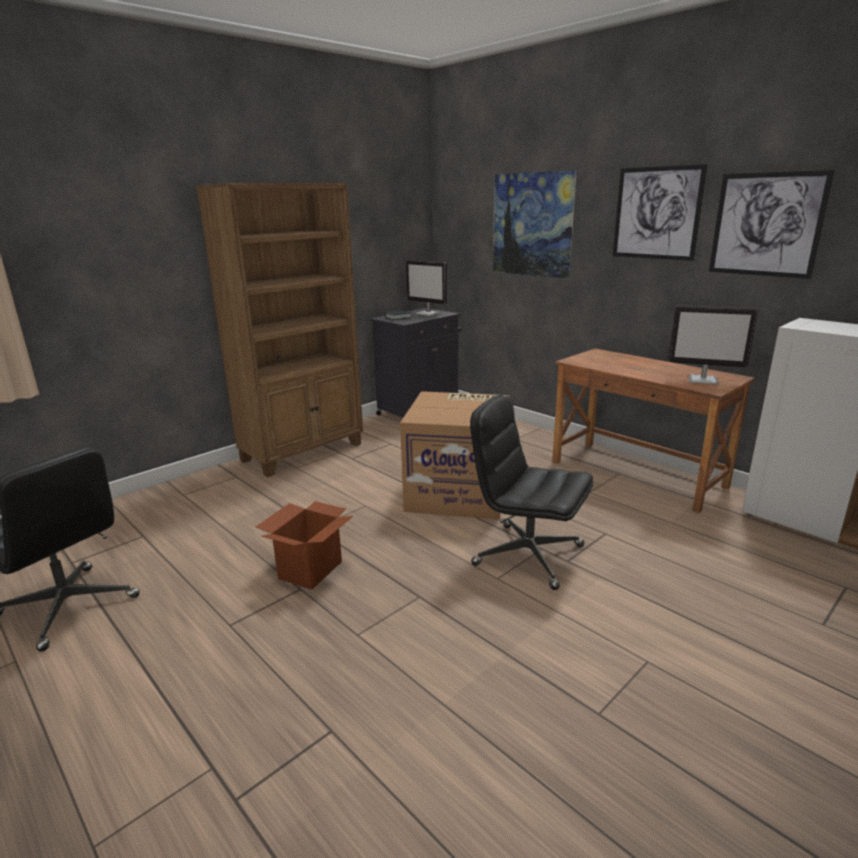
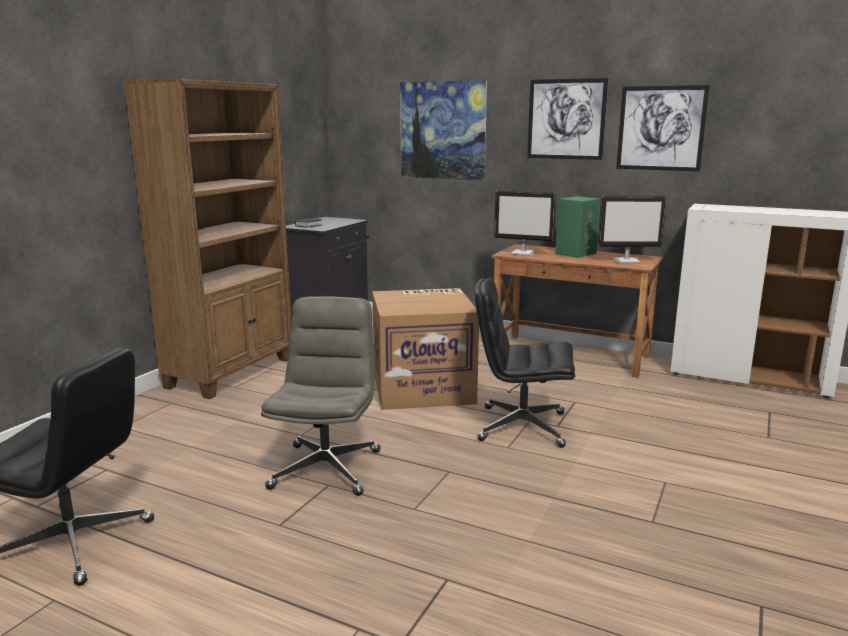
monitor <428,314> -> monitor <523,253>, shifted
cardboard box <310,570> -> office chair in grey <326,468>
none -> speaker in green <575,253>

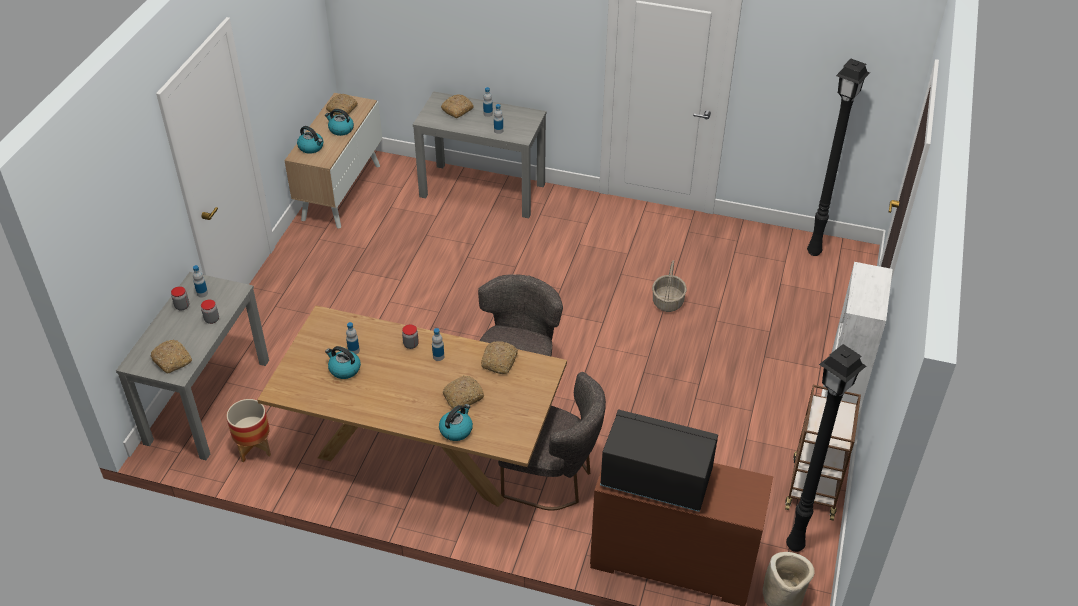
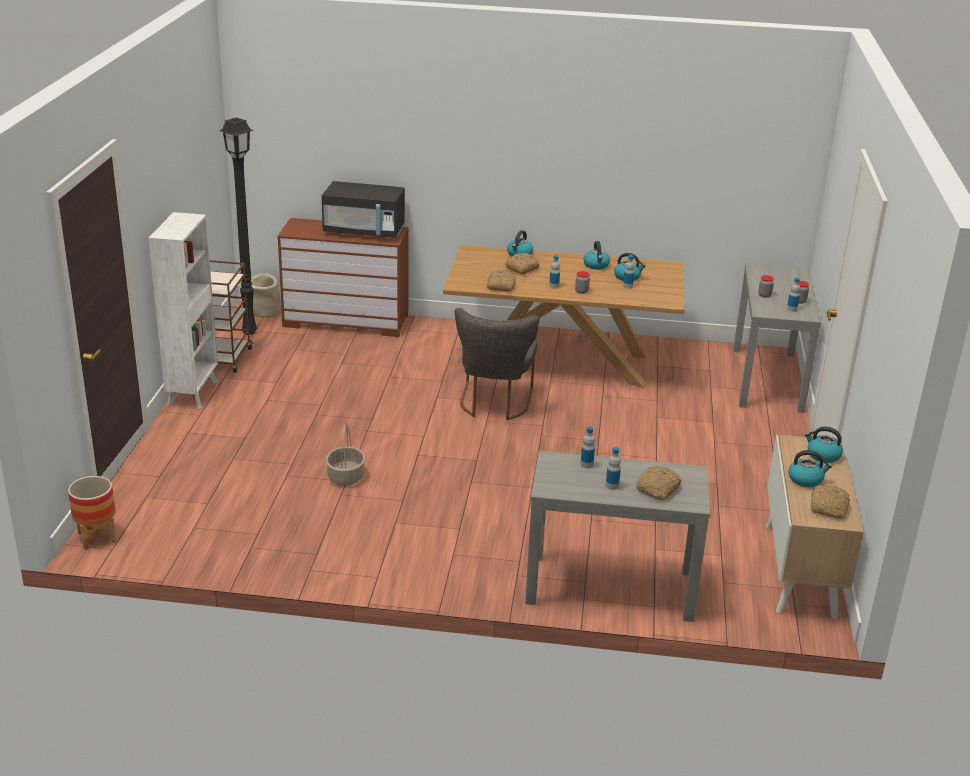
floor lamp in black <814,253> -> none
bread <172,360> -> none
chair in grey <553,479> -> none
planter <255,448> -> planter <97,537>, shifted
none -> kettle <596,265>

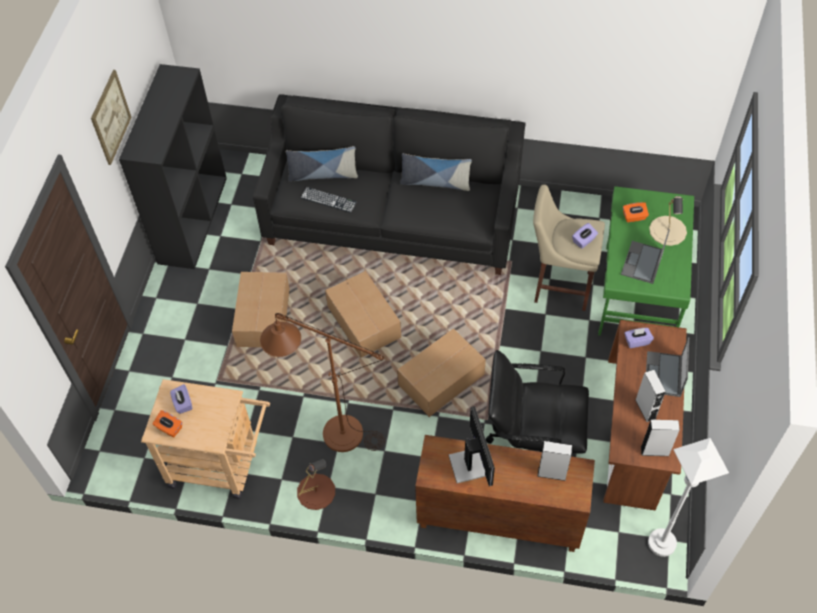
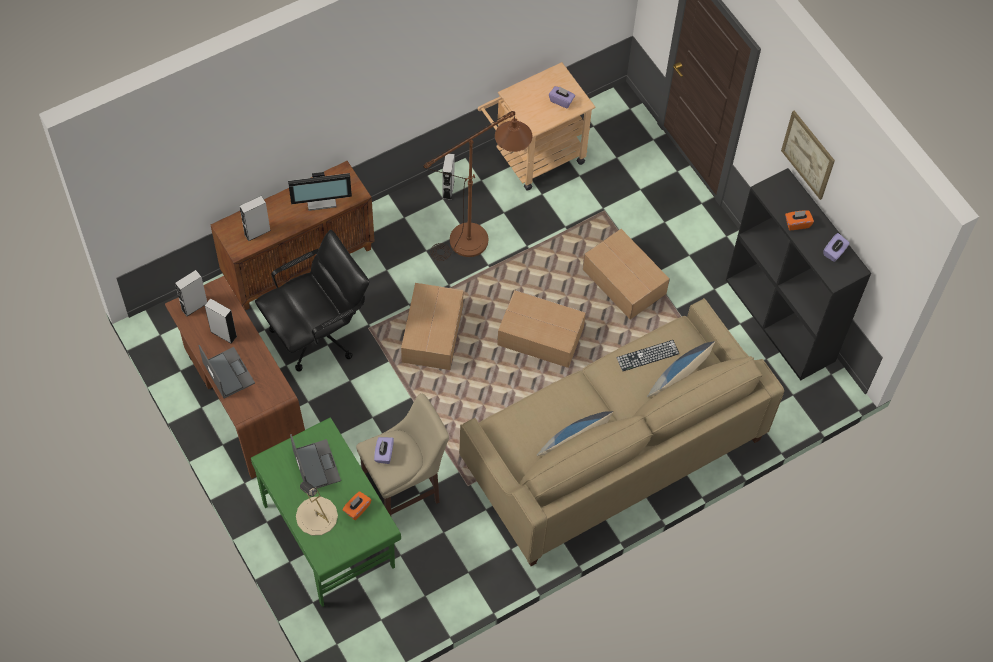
sofa in black <393,217> -> sofa in beige <613,452>
tissue box in purple <637,341> -> tissue box in purple <834,252>, shifted
monitor <469,464> -> monitor <321,198>, 45 degrees counterclockwise
tissue box in orange <169,428> -> tissue box in orange <797,224>, shifted
floor lamp in white <662,543> -> none
table lamp in brown <316,491> -> speaker in grey <448,189>

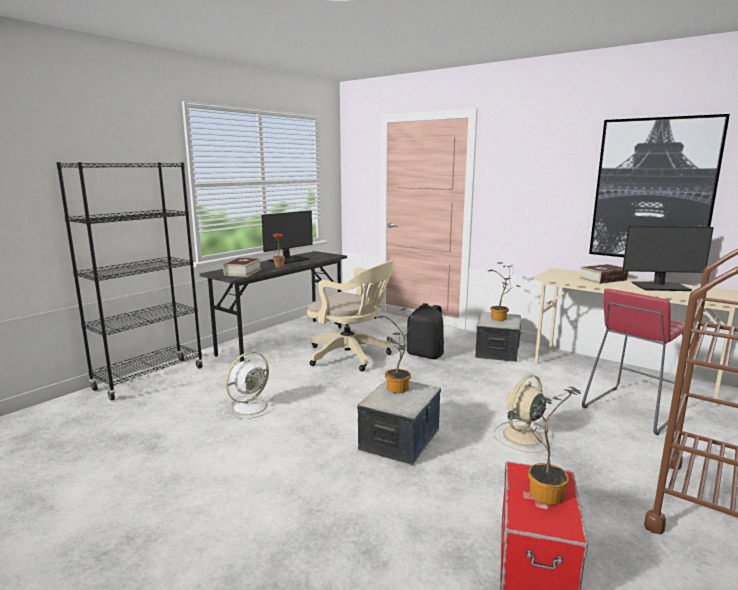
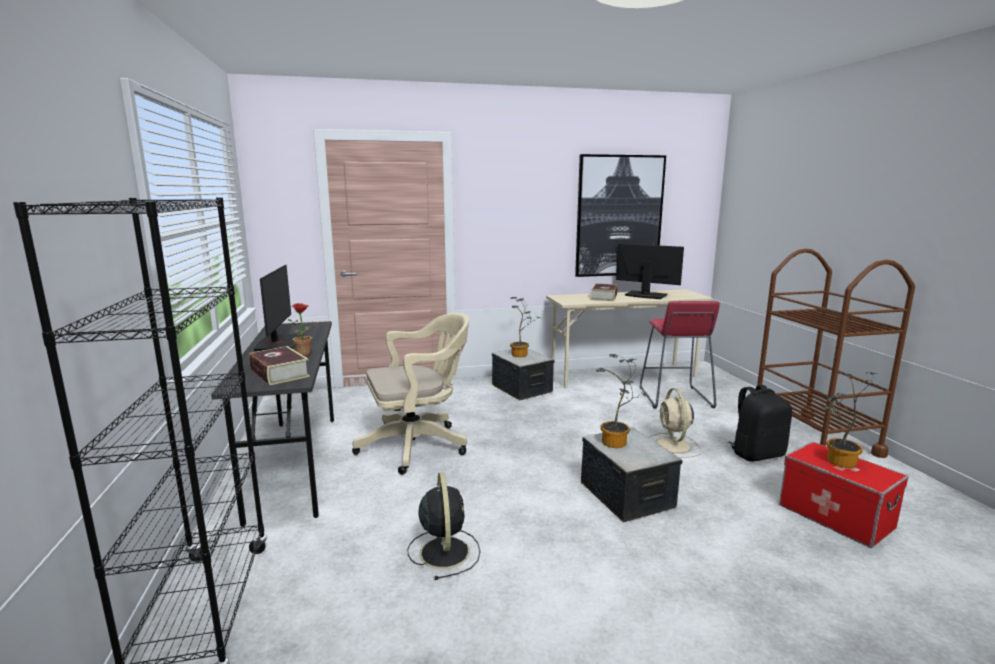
monitor <660,287> -> monitor <646,295>, 105 degrees counterclockwise
backpack in black <425,354> -> backpack in black <757,454>, shifted
fan in white <251,406> -> fan in black <444,551>

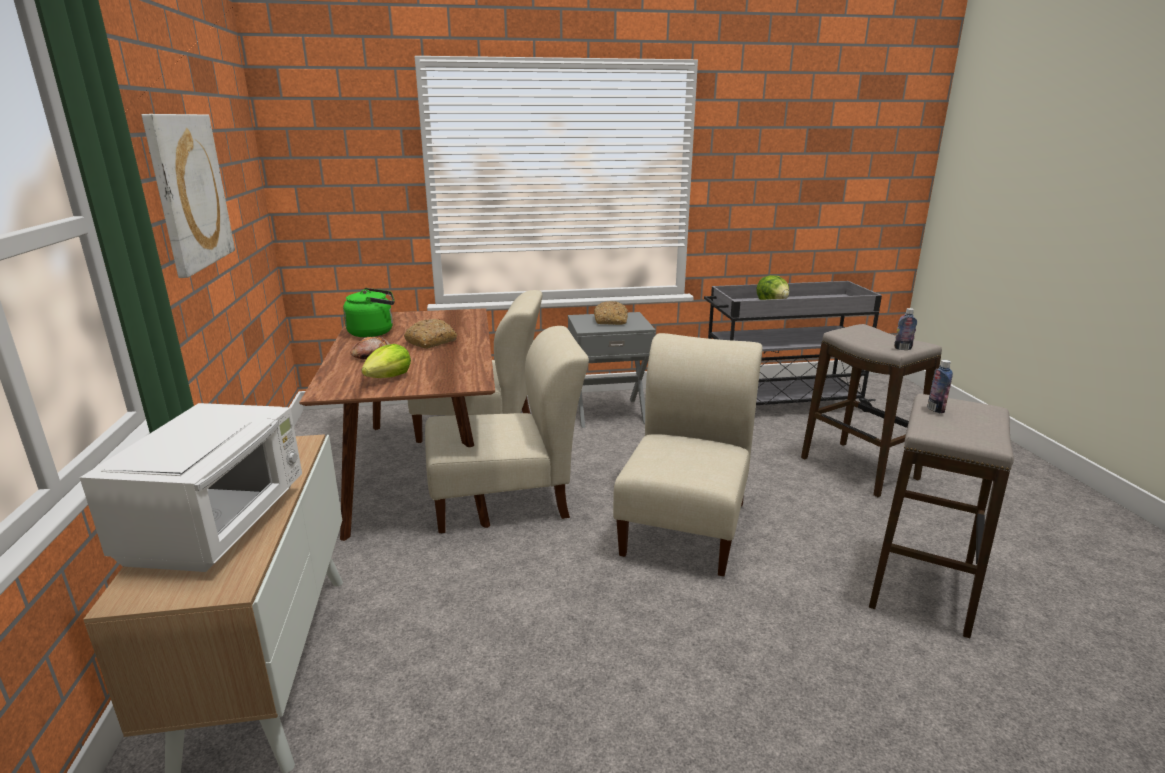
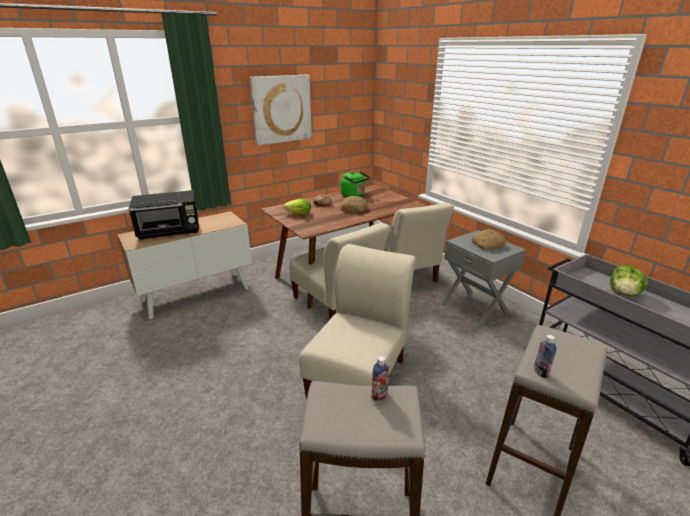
chair in beige <685,524> -> chair in beige <359,375>, 60 degrees counterclockwise
microwave in white <220,524> -> microwave in black <170,231>

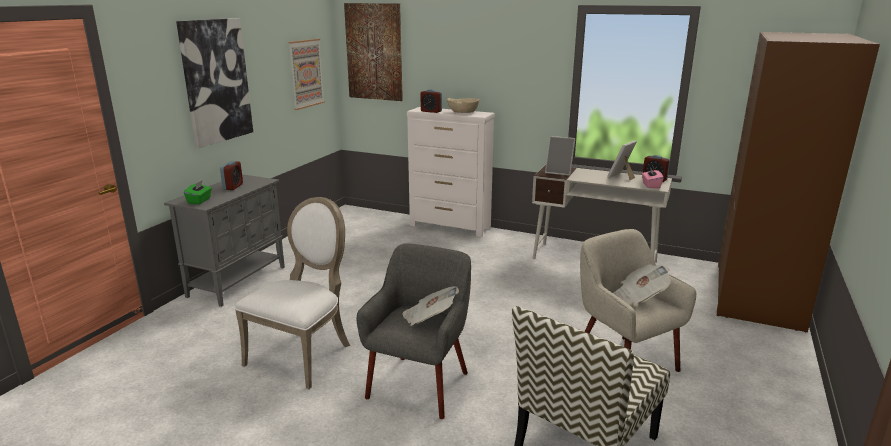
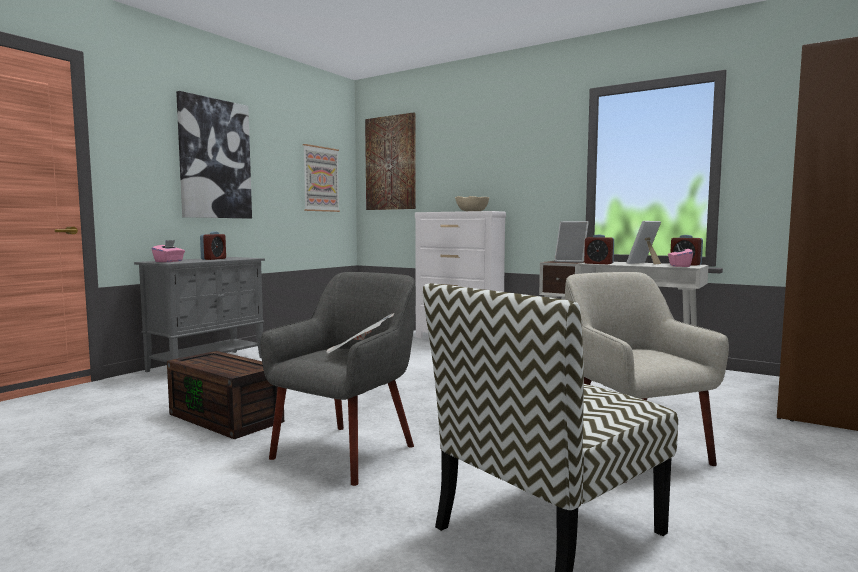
alarm clock <431,111> -> alarm clock <598,263>, shifted
tissue box in green <199,201> -> tissue box in pink <169,261>
chair in white <303,354> -> storage box in brown <228,418>
newspaper <639,297> -> none

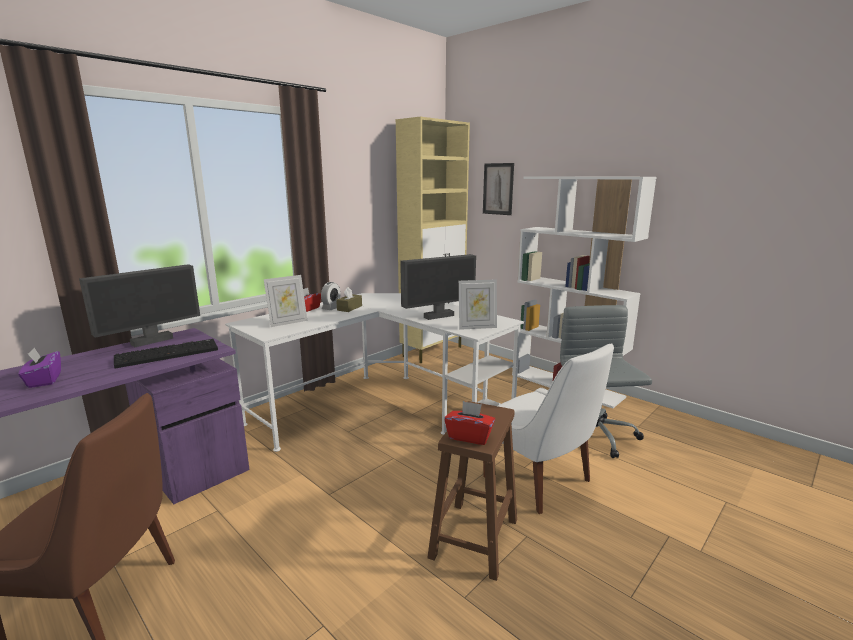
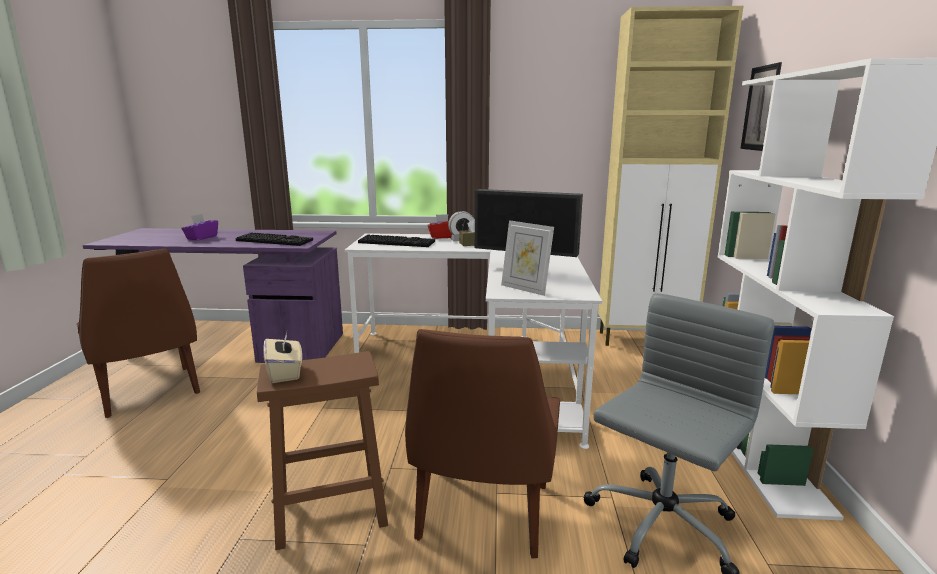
monitor <151,341> -> none
picture frame <288,322> -> keyboard <397,242>
chair in white <540,481> -> chair in brown <482,515>
tissue box in red <469,436> -> tissue box in beige <285,372>

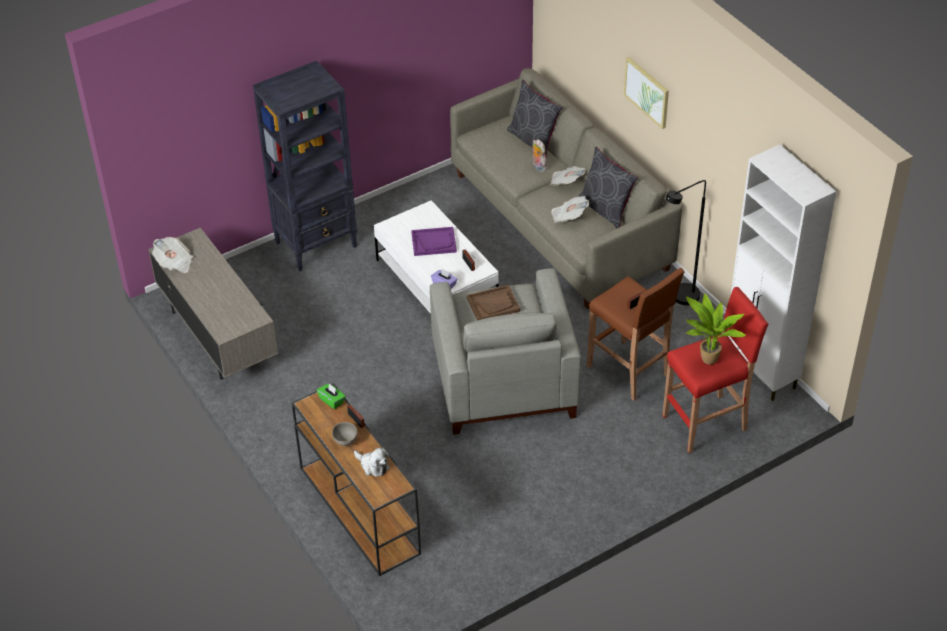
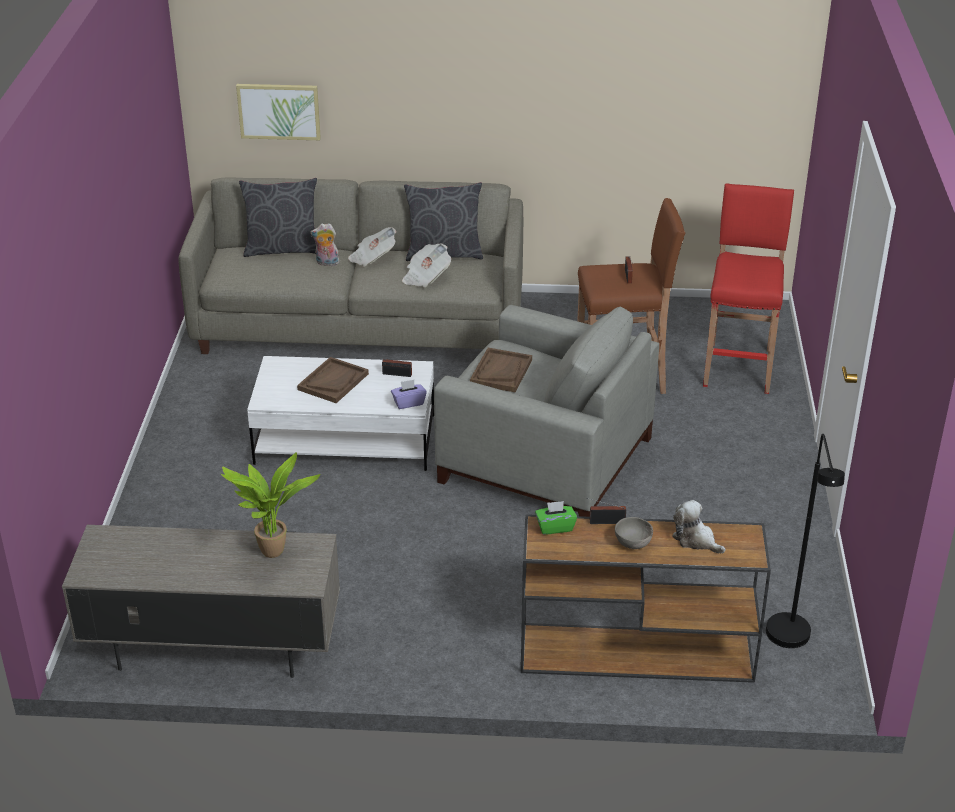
picture <647,92> -> picture <279,111>, shifted
bookcase in black <317,244> -> none
cabinet in white <761,373> -> none
floor lamp in black <680,299> -> floor lamp in black <791,642>, shifted
tray in purple <434,242> -> tray in brown <333,382>
newspaper <174,263> -> none
potted plant <707,361> -> potted plant <273,554>, shifted
plush toy <373,466> -> plush toy <695,540>, 120 degrees counterclockwise

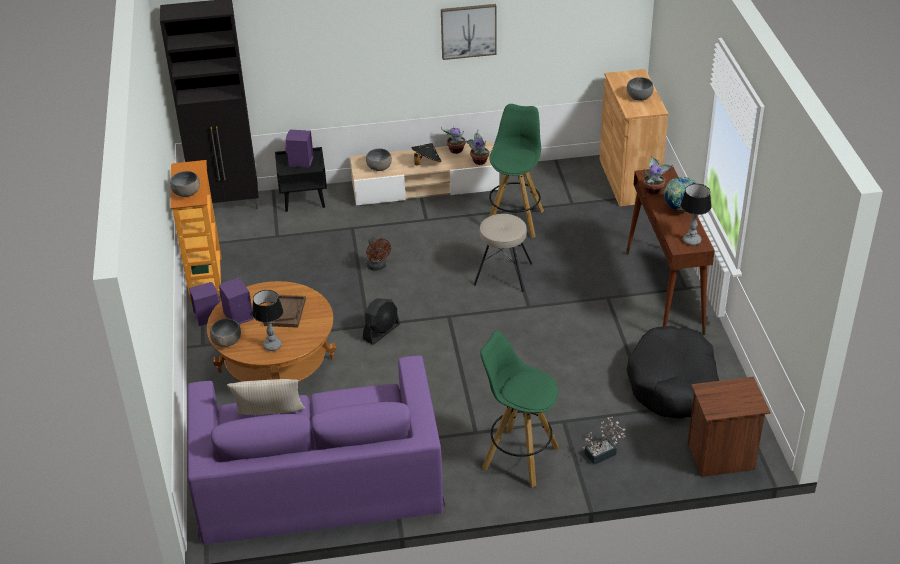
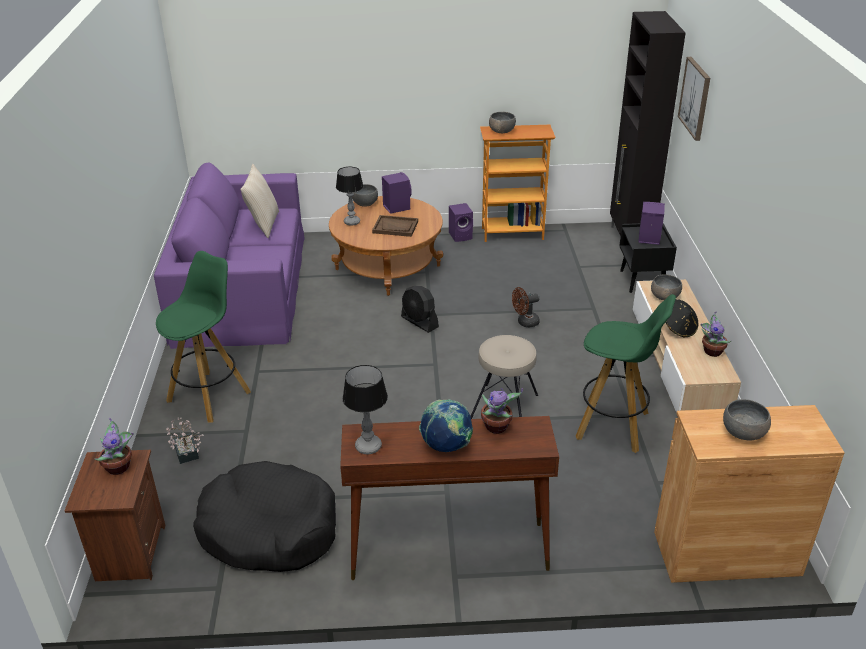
picture <468,31> -> picture <695,98>, shifted
potted plant <479,161> -> potted plant <120,467>, shifted

